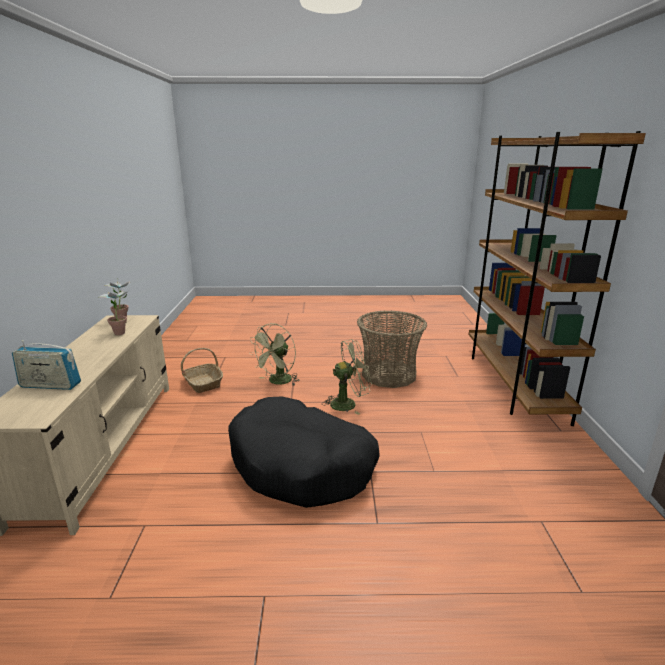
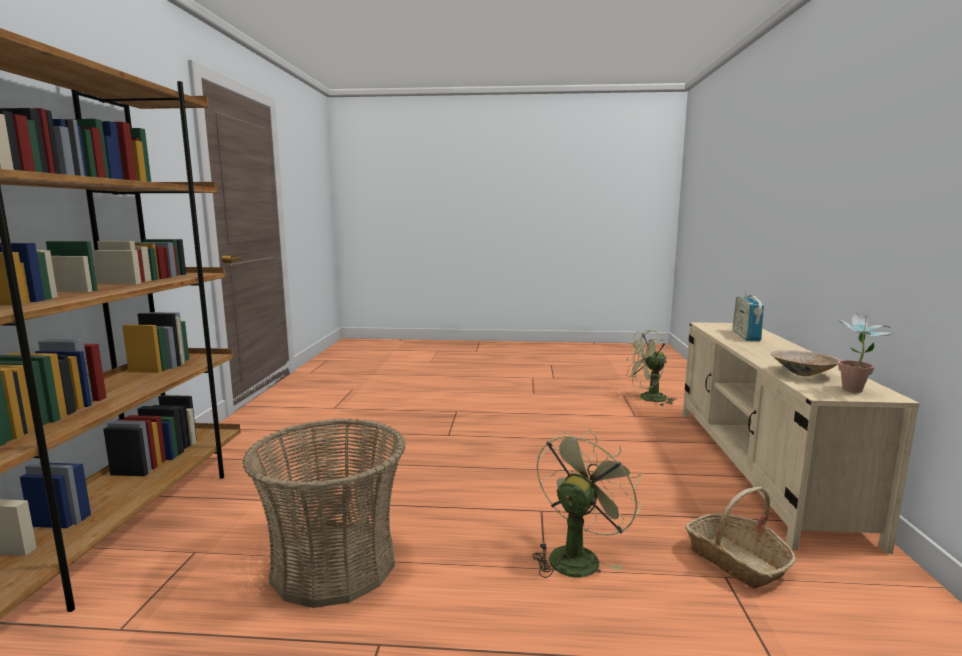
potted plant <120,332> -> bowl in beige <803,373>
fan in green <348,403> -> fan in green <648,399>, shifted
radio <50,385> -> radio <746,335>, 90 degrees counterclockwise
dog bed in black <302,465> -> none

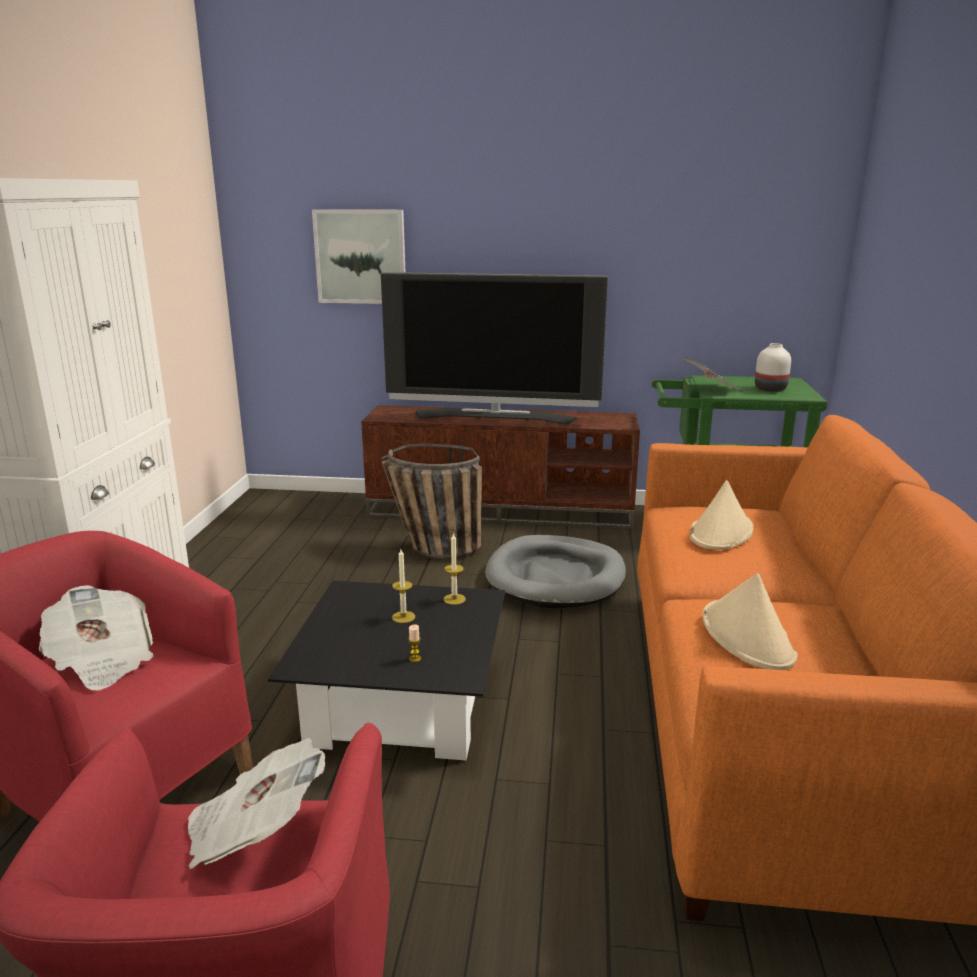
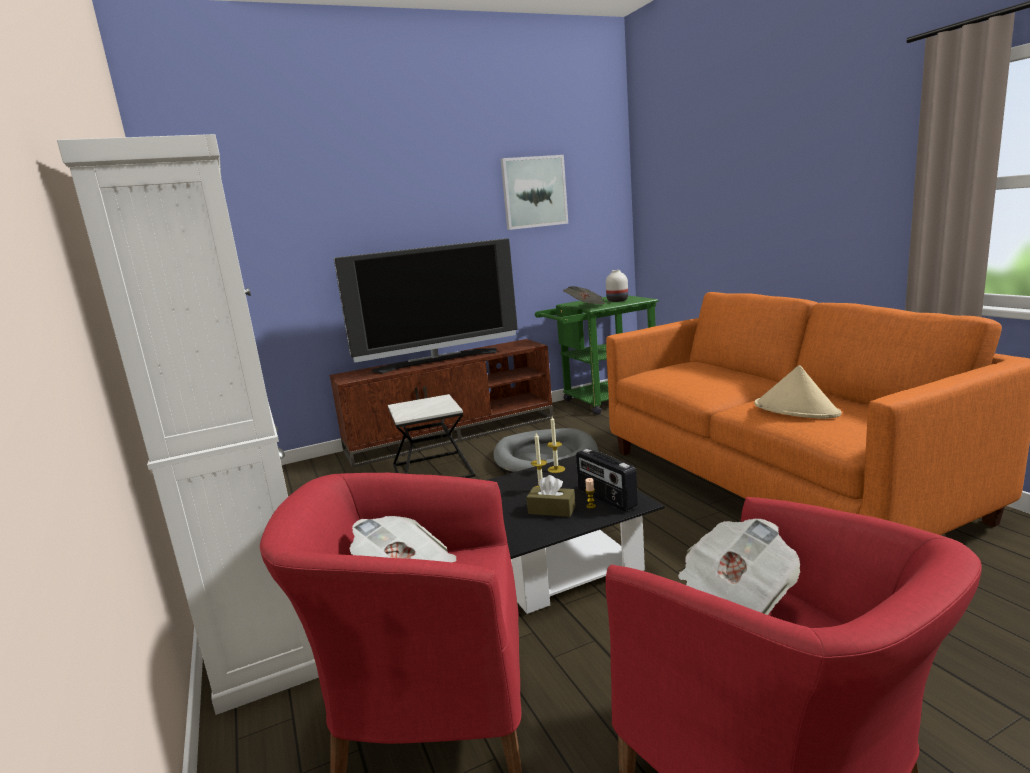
picture <360,256> -> picture <534,192>, shifted
basket <429,548> -> side table <433,470>
hat in beige <721,532> -> none
none -> radio <606,498>
none -> tissue box in brown <551,510>

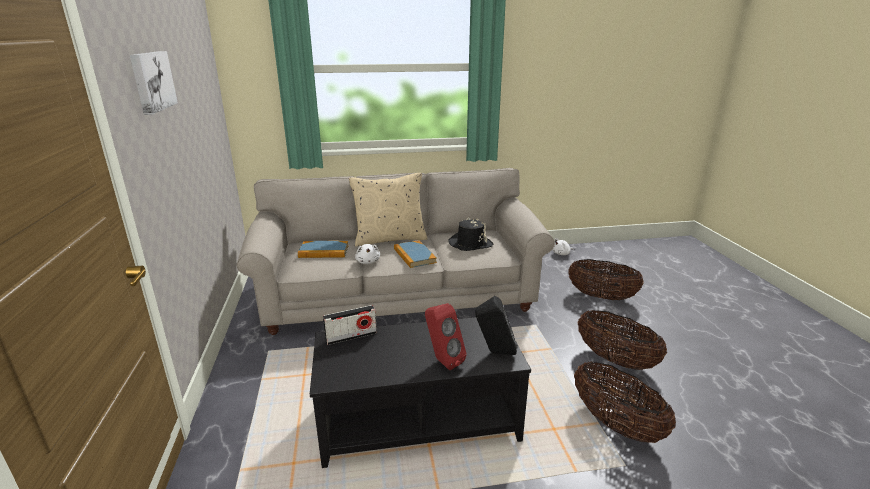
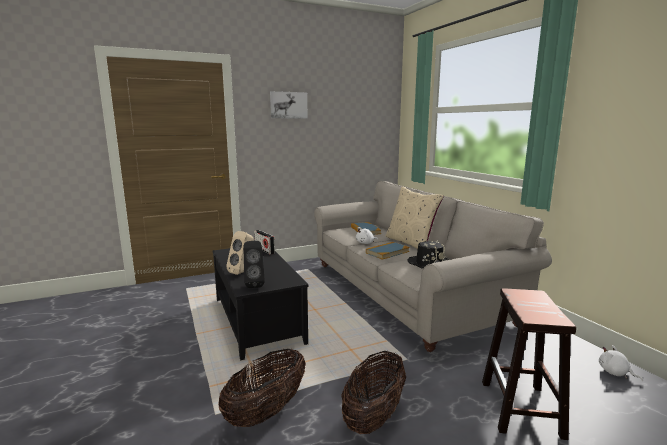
basket <601,297> -> stool in brown <521,409>
speaker in red <442,361> -> speaker in beige <242,272>

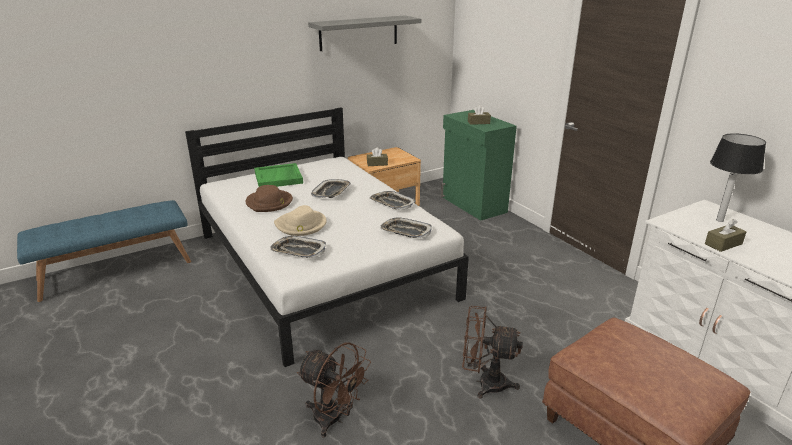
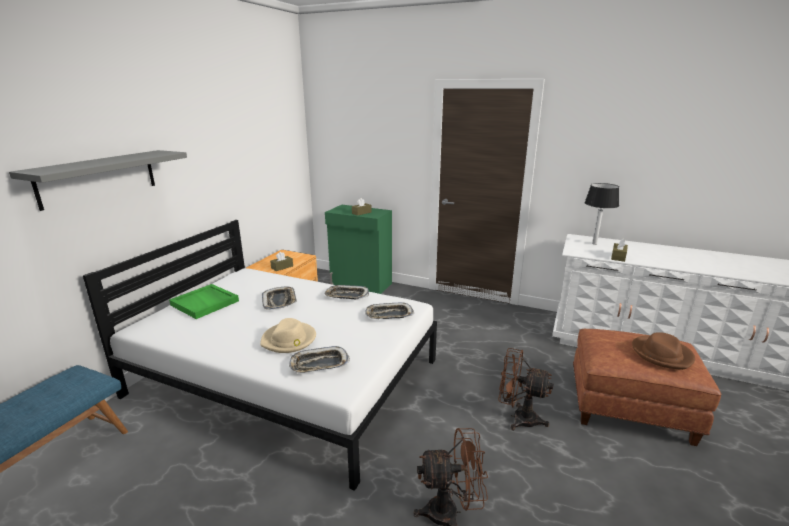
shelf in grey <359,33> -> shelf in grey <98,178>, shifted
hat in brown <269,203> -> hat in brown <662,354>, shifted
fan in brown <484,383> -> fan in brown <518,418>, 45 degrees clockwise

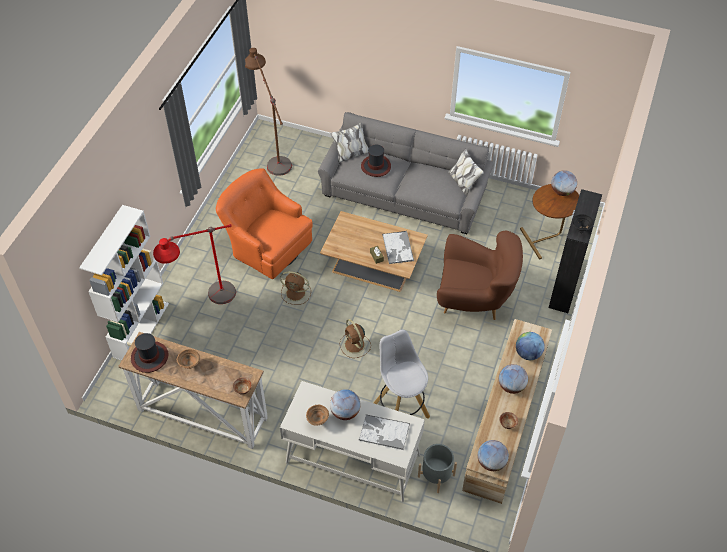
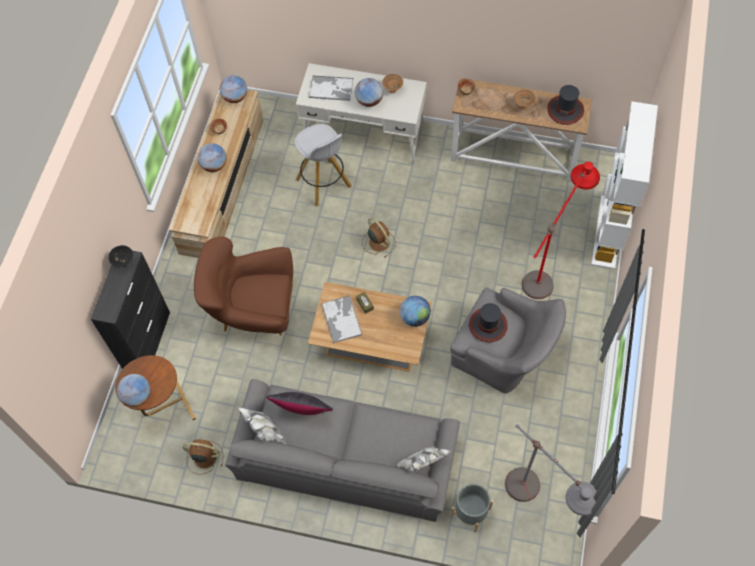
floor lamp in brown <272,154> -> floor lamp in grey <537,505>
hat <376,166> -> hat <487,325>, shifted
armchair in orange <266,245> -> armchair in grey <504,354>
fan in brown <296,293> -> fan in brown <204,457>, shifted
globe <528,353> -> globe <415,317>, shifted
planter in grey <436,475> -> planter in grey <470,512>, shifted
none -> pillow in black <302,412>

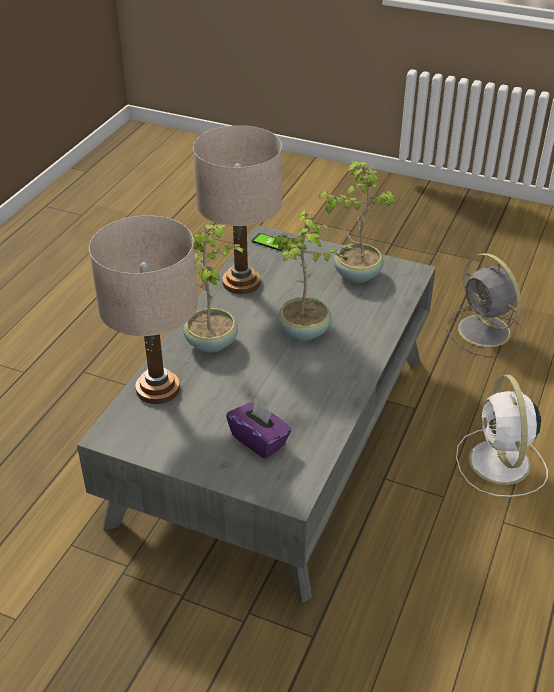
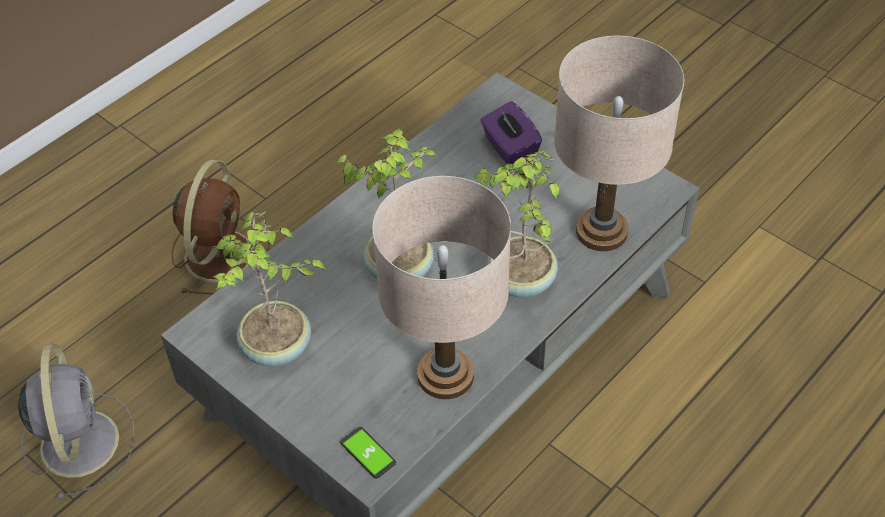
fan in white <500,464> -> fan in brown <220,253>

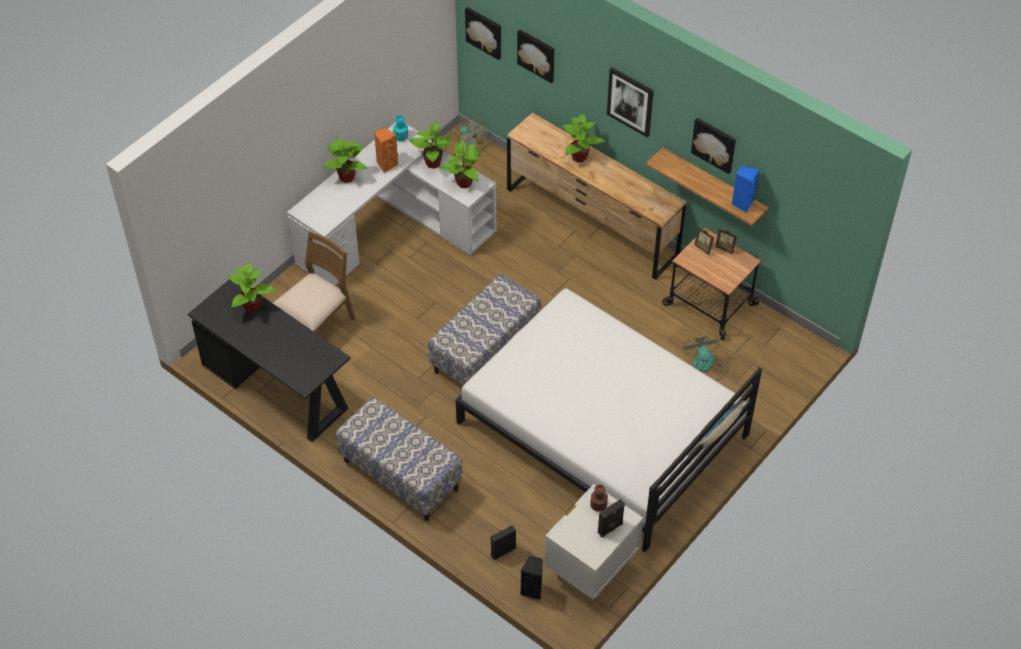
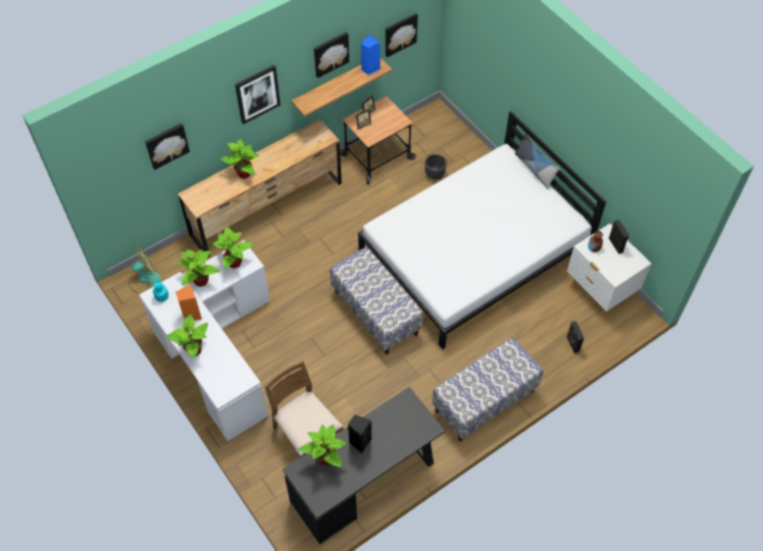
picture <484,32> -> picture <400,34>, shifted
fan <705,367> -> planter in black <434,175>
speaker in black <532,590> -> speaker in black <359,442>, shifted

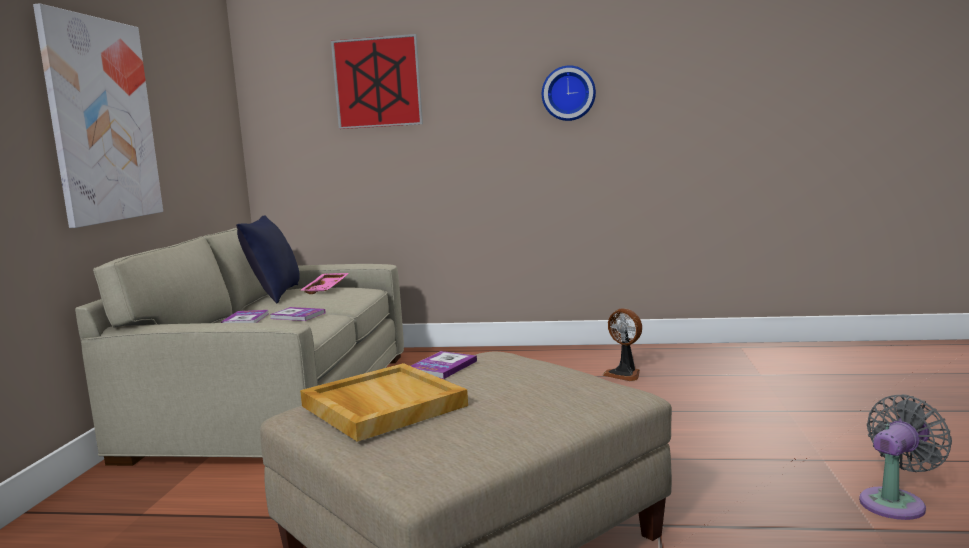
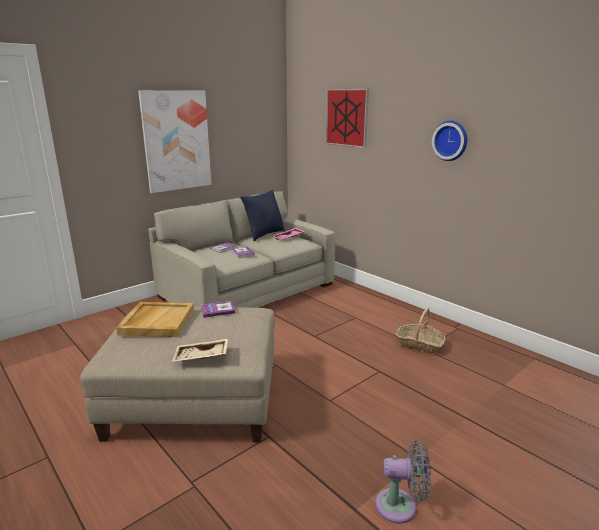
fan <624,374> -> basket <419,345>
none -> tray in beige <201,357>

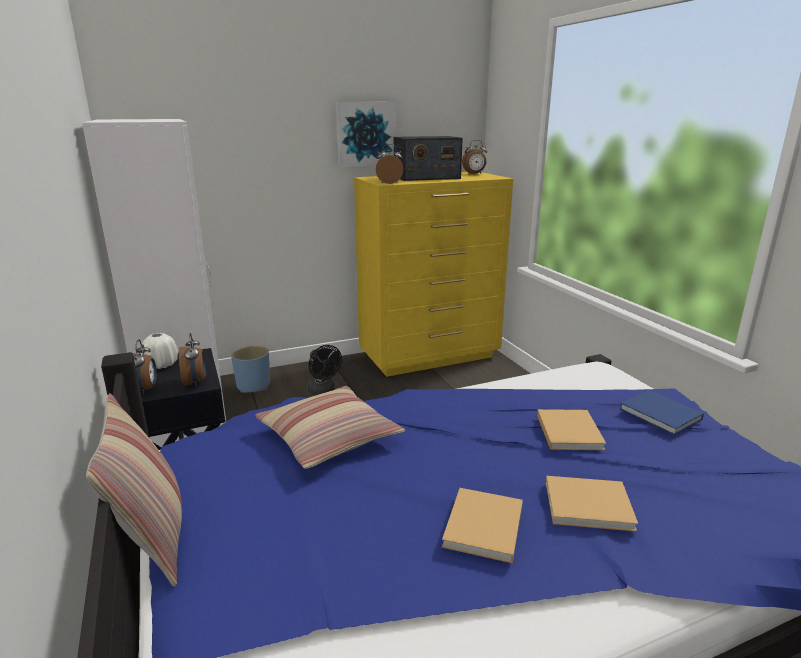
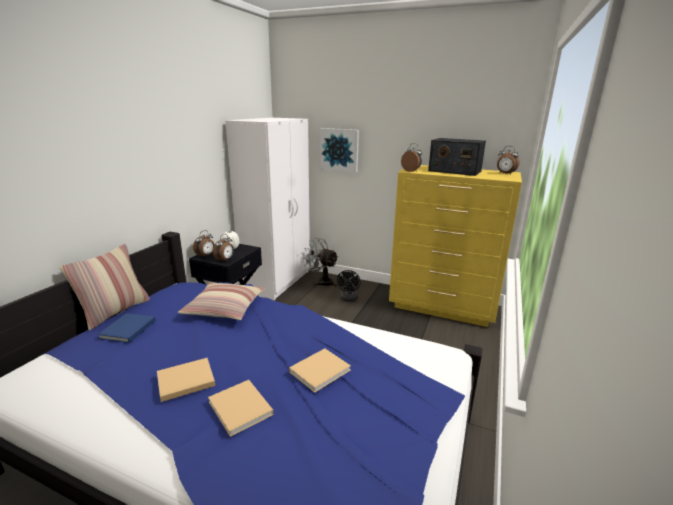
picture <366,134> -> picture <339,149>, shifted
planter in blue <253,386> -> fan in grey <321,282>
book in blue <662,415> -> book in blue <127,330>, shifted

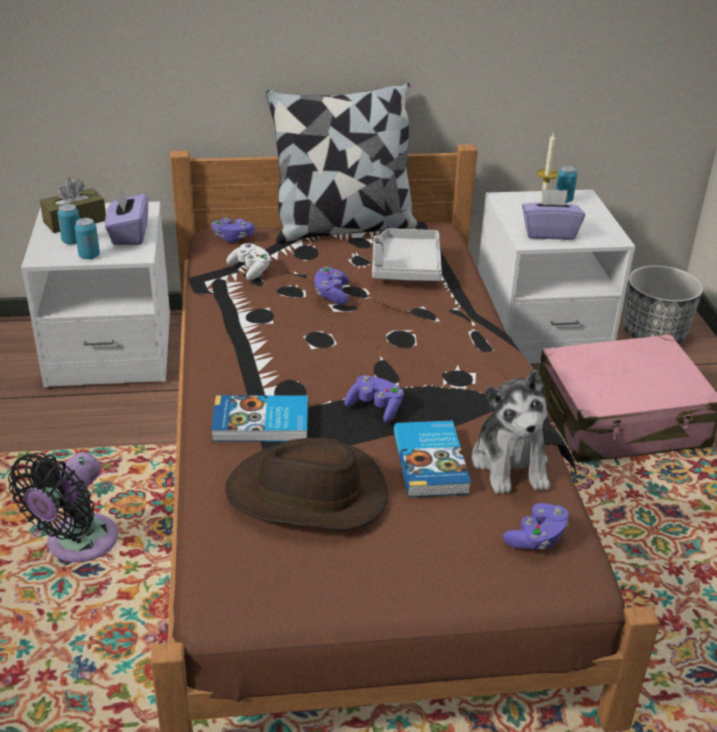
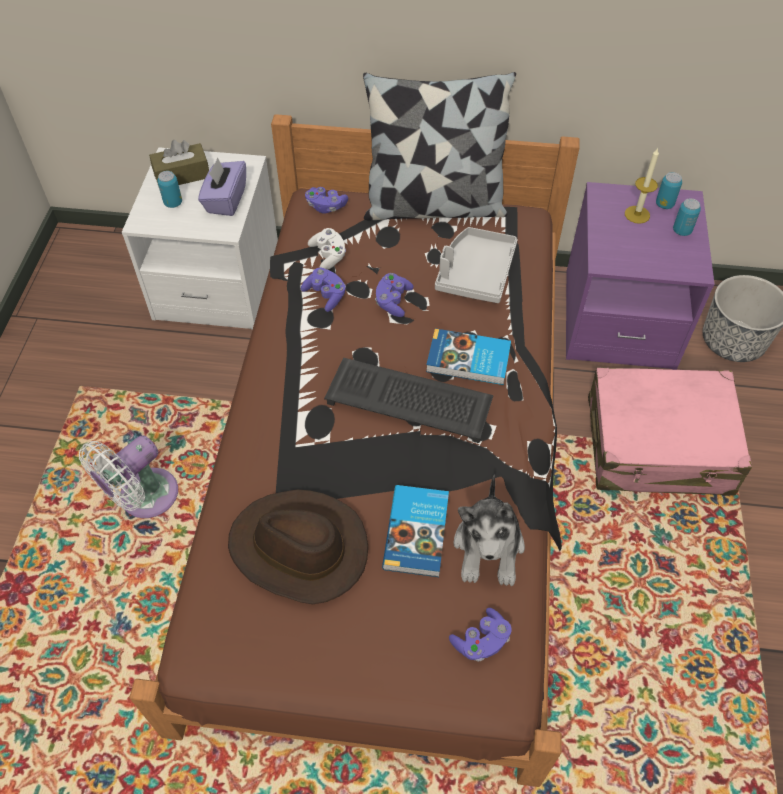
tissue box in purple <549,233> -> none
nightstand in white <539,331> -> nightstand in purple <618,320>
can <89,256> -> can <682,231>, shifted
game controller in purple <375,408> -> game controller in purple <325,295>, shifted
book <261,424> -> book <468,361>, shifted
fan in black <77,545> -> fan in white <144,498>
none -> keyboard <411,400>

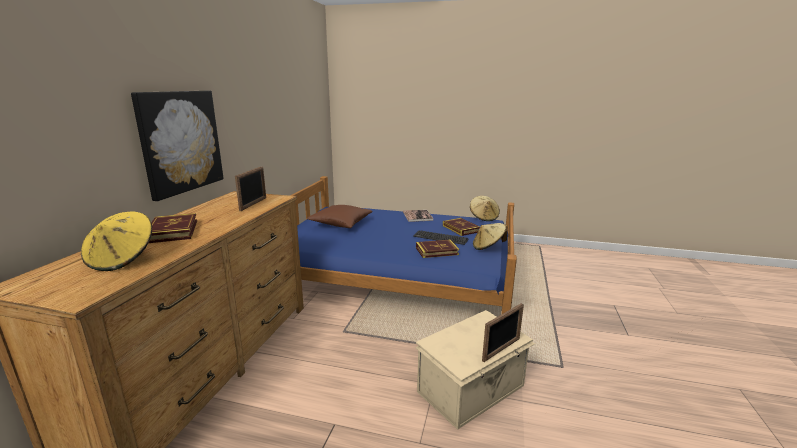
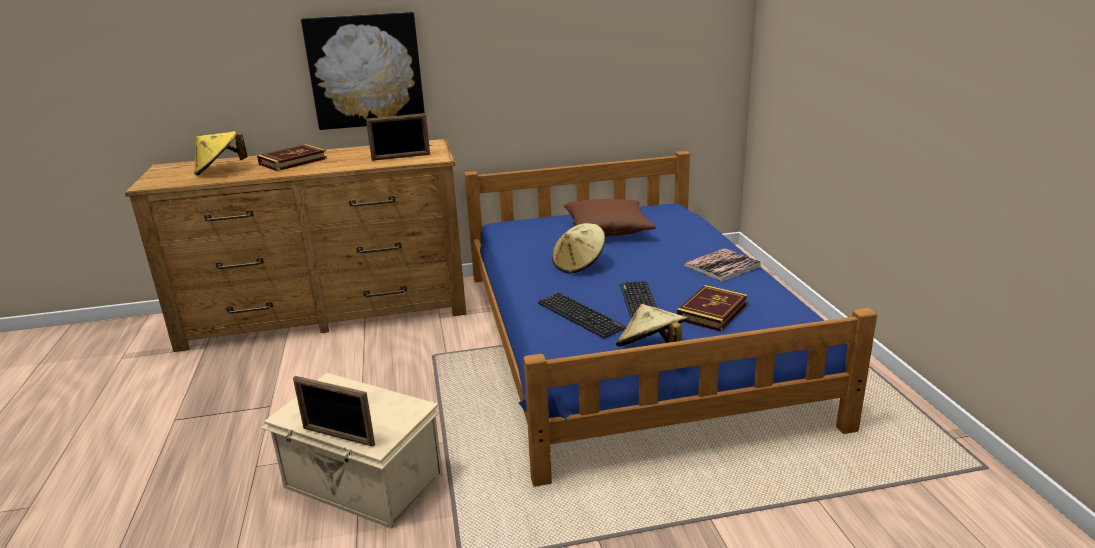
hat in beige <483,217> -> hat in beige <579,265>, shifted
book <436,251> -> keyboard <580,315>

